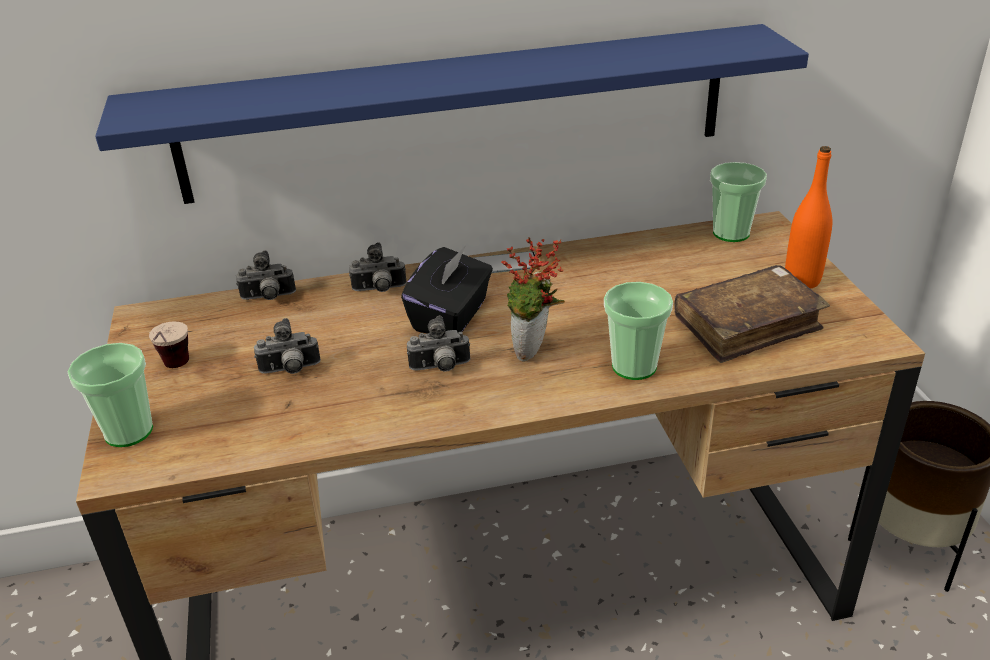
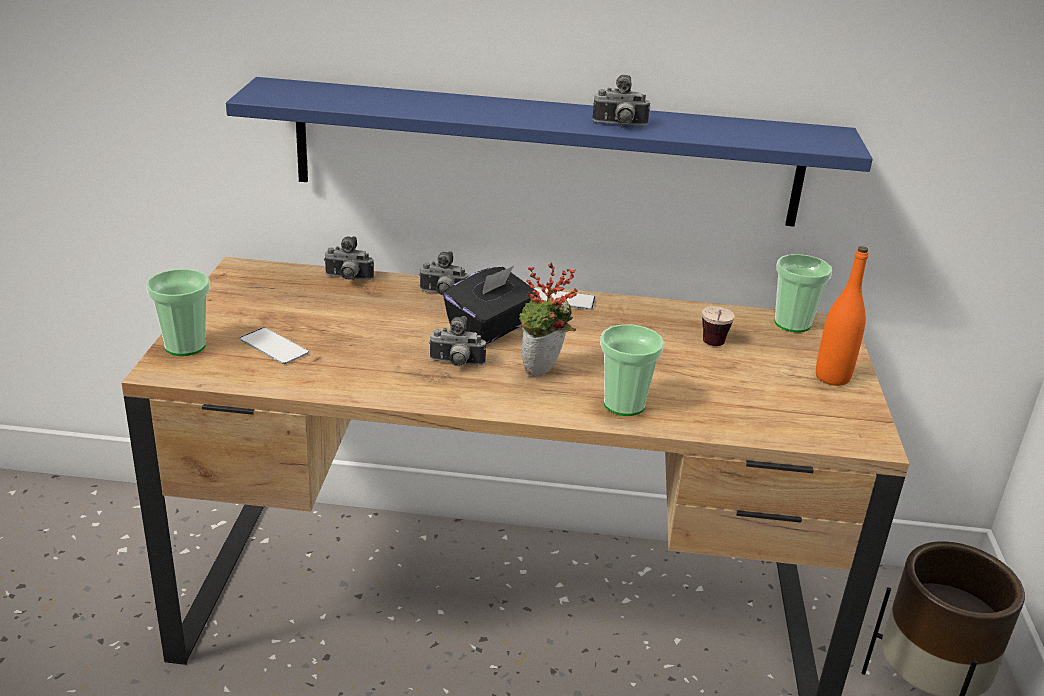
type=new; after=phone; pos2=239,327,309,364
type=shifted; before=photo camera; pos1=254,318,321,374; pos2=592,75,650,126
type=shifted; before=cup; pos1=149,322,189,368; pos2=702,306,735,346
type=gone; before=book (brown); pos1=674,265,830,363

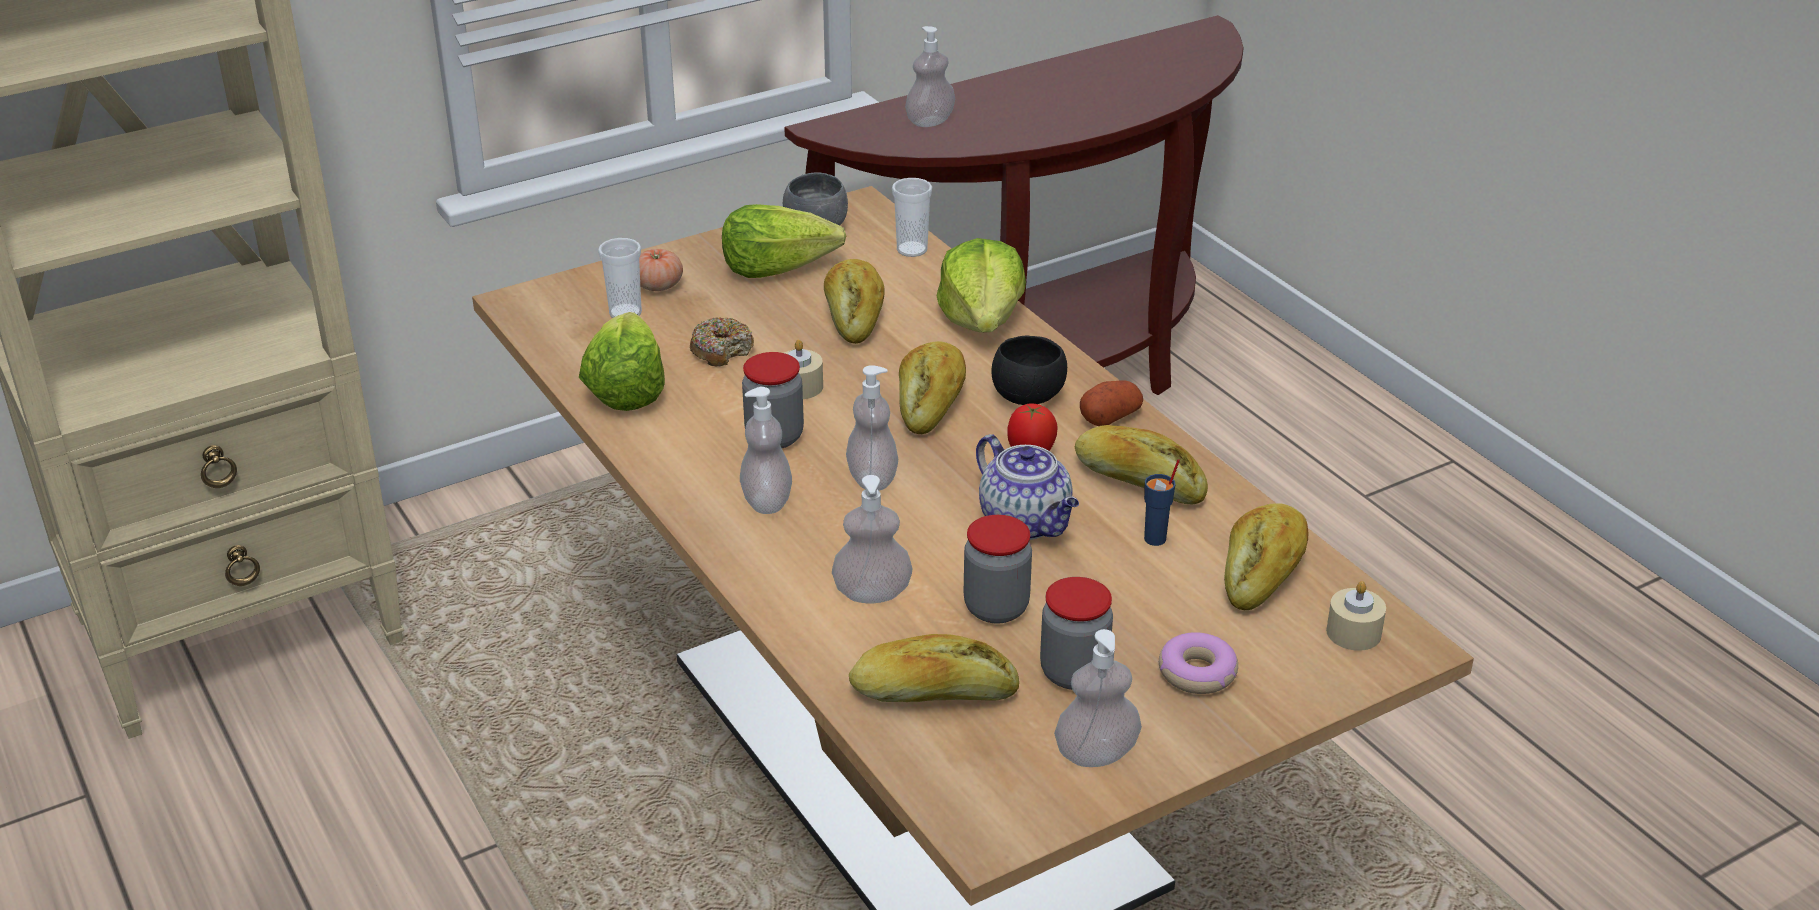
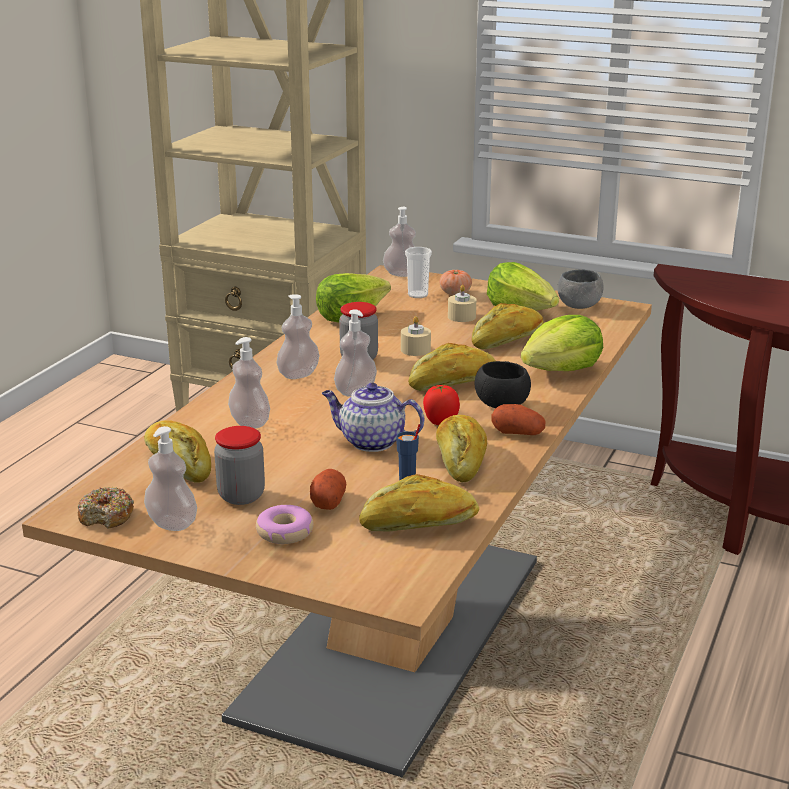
type=shifted; before=donut; pos1=690,317,754,366; pos2=78,487,134,529
type=new; after=potato; pos2=310,469,346,510
type=rotated; before=teapot; pos1=976,434,1079,540; pos2=322,383,424,452; turn=90
type=shifted; before=soap dispenser; pos1=905,26,955,127; pos2=383,207,416,277
type=shifted; before=candle (beige); pos1=1326,581,1386,651; pos2=448,285,476,322
type=gone; before=cup; pos1=892,178,932,257
type=gone; before=jar; pos1=964,515,1032,624

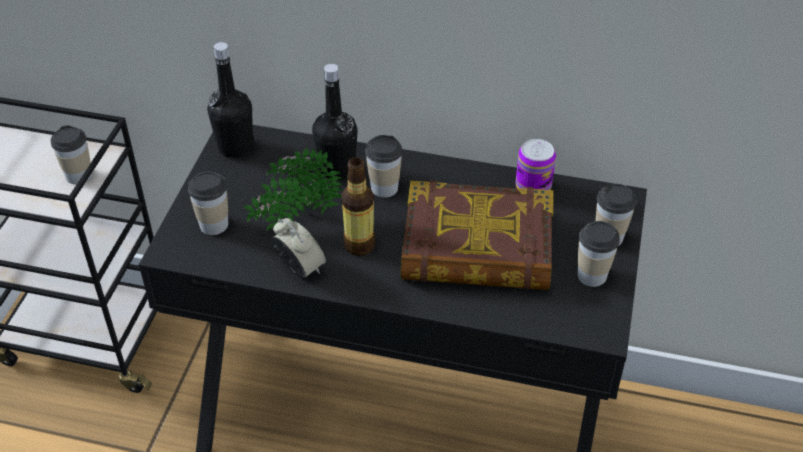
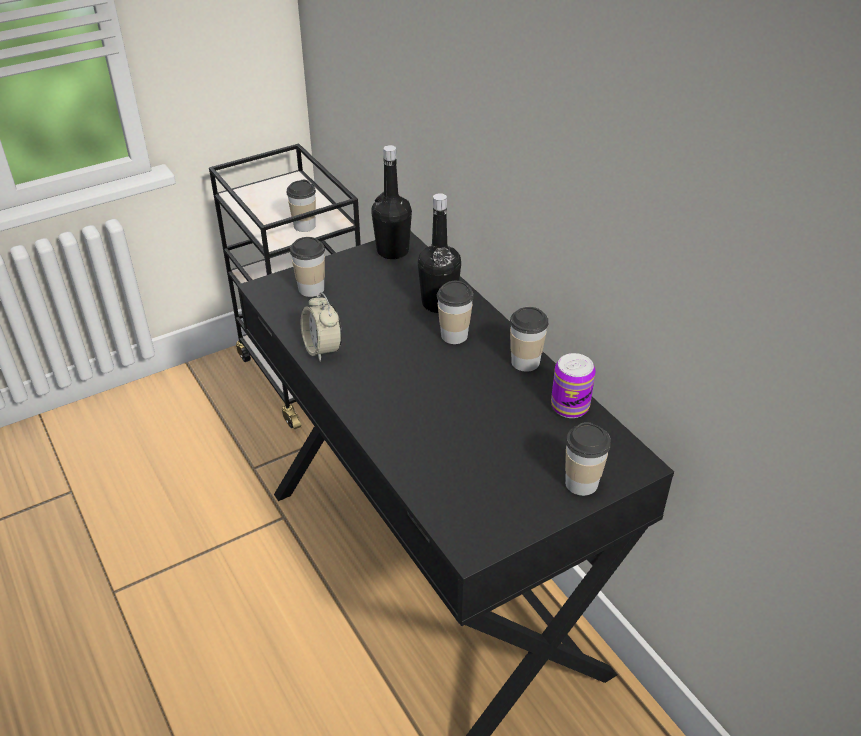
type=rotated; before=alarm clock; pos1=272,218,326,279; pos2=301,292,342,362; turn=150
type=shifted; before=cup; pos1=577,221,620,287; pos2=510,307,548,372
type=gone; before=potted plant; pos1=244,148,343,230
type=gone; before=bottle; pos1=342,158,375,256
type=gone; before=book; pos1=400,180,553,290

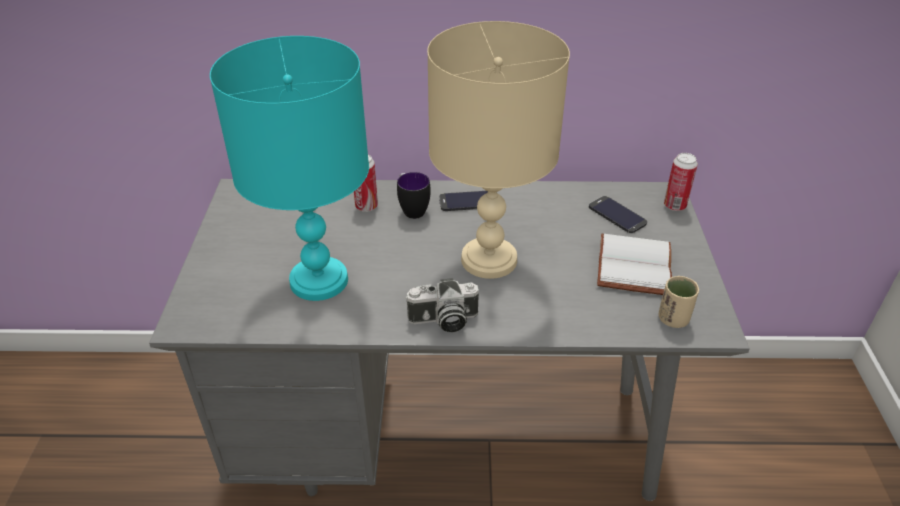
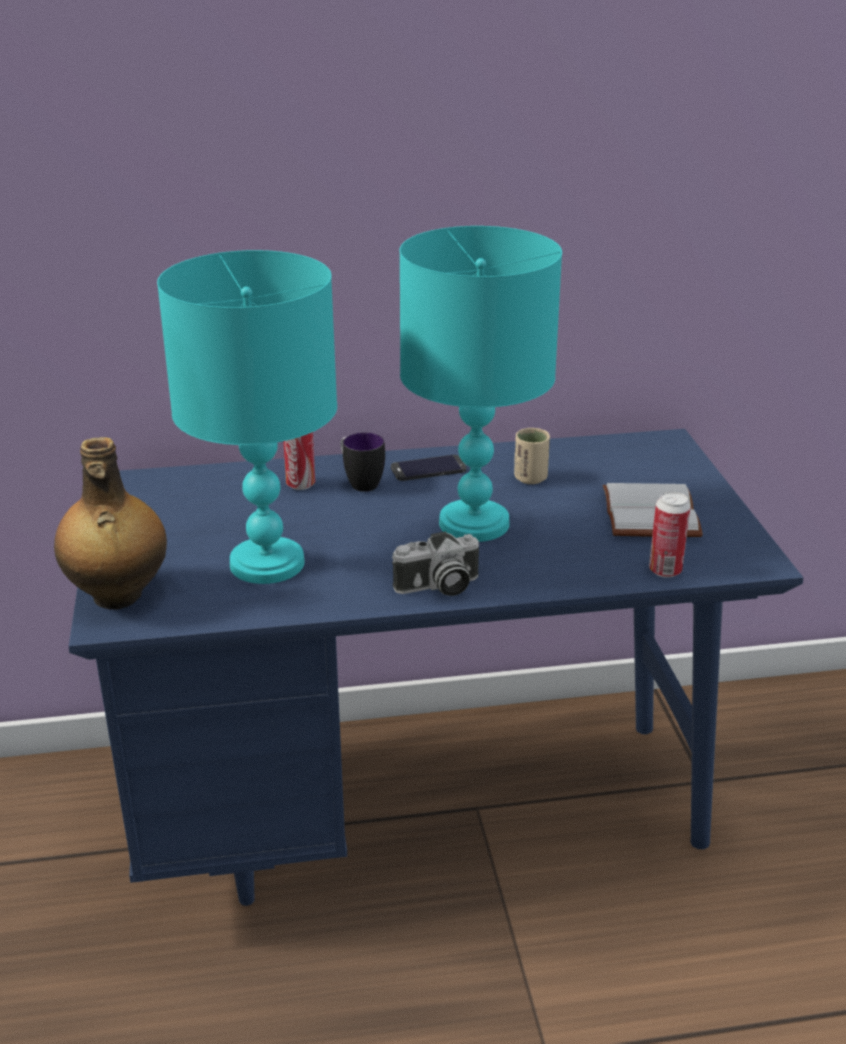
type=new; after=bottle; pos2=54,437,167,610
type=repainted; before=desk (grey); after=desk (blue); pos1=149,179,750,501; pos2=69,429,804,906
type=repainted; before=table lamp (beige); after=table lamp (turquoise); pos1=427,21,570,279; pos2=399,226,562,542
type=shifted; before=cup (beige); pos1=659,276,699,328; pos2=514,428,550,484
type=shifted; before=can; pos1=664,153,698,211; pos2=649,491,690,578
type=gone; before=phone; pos1=589,196,647,233

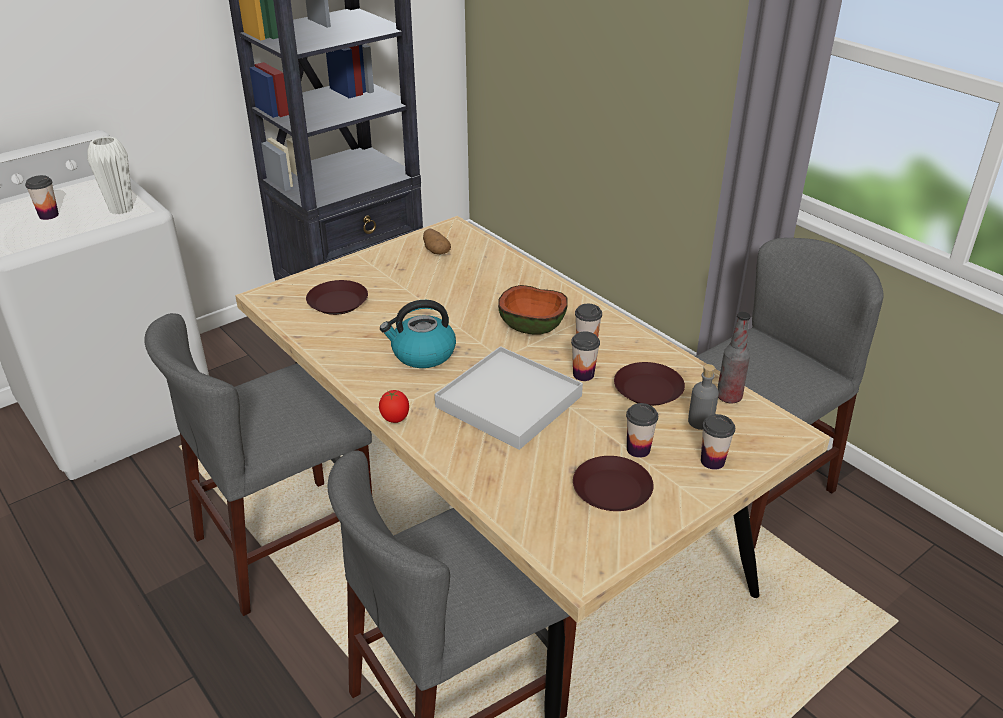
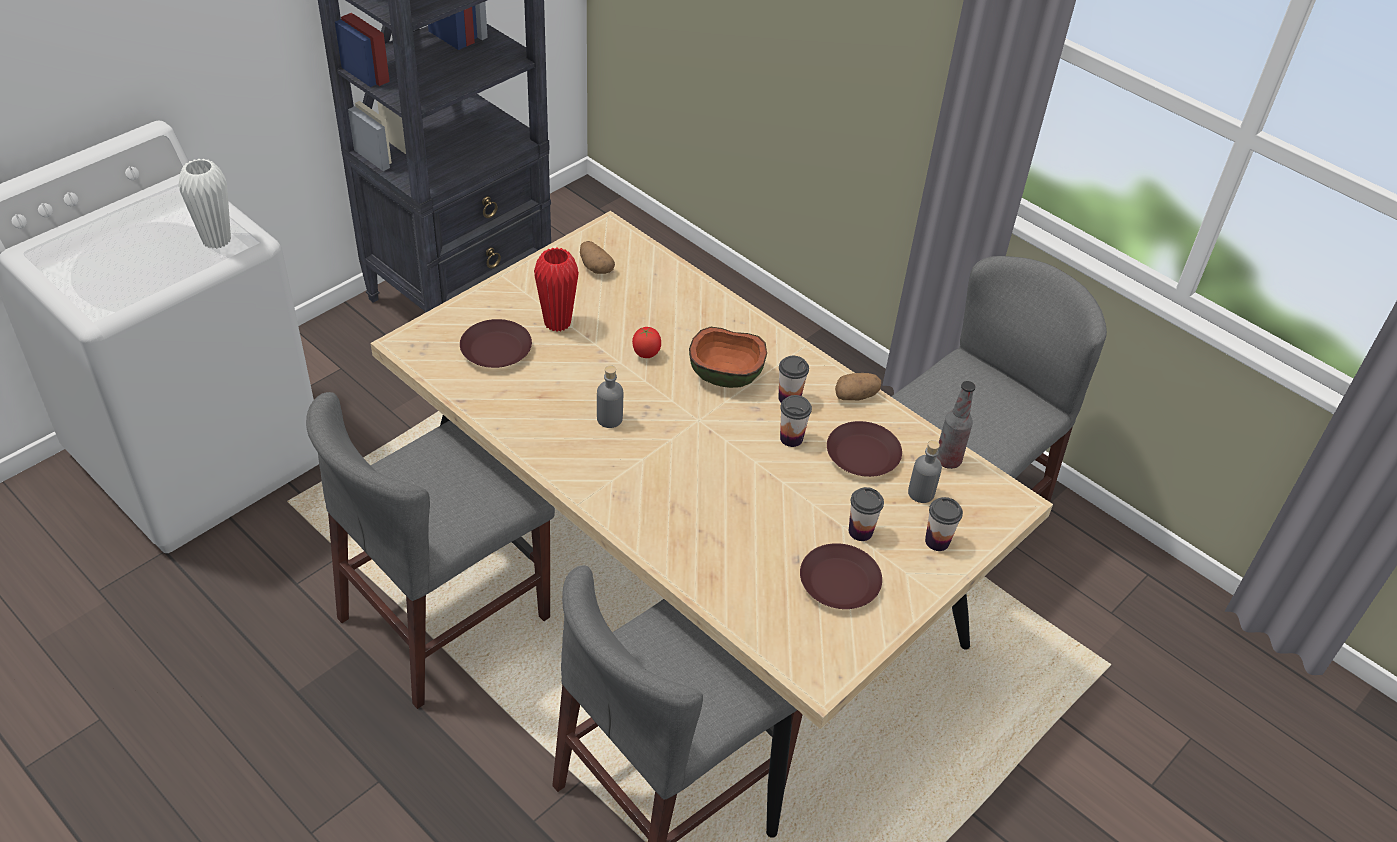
type=new; after=vase (red); pos2=534,248,579,332
type=swapped; before=kettle; after=bottle (grey); pos1=380,300,456,368; pos2=597,365,623,428
type=shifted; before=tomato; pos1=379,390,409,423; pos2=632,327,661,358
type=new; after=potato; pos2=835,373,881,401
type=gone; before=cup; pos1=25,175,59,220
type=gone; before=tray (white); pos1=435,346,583,450

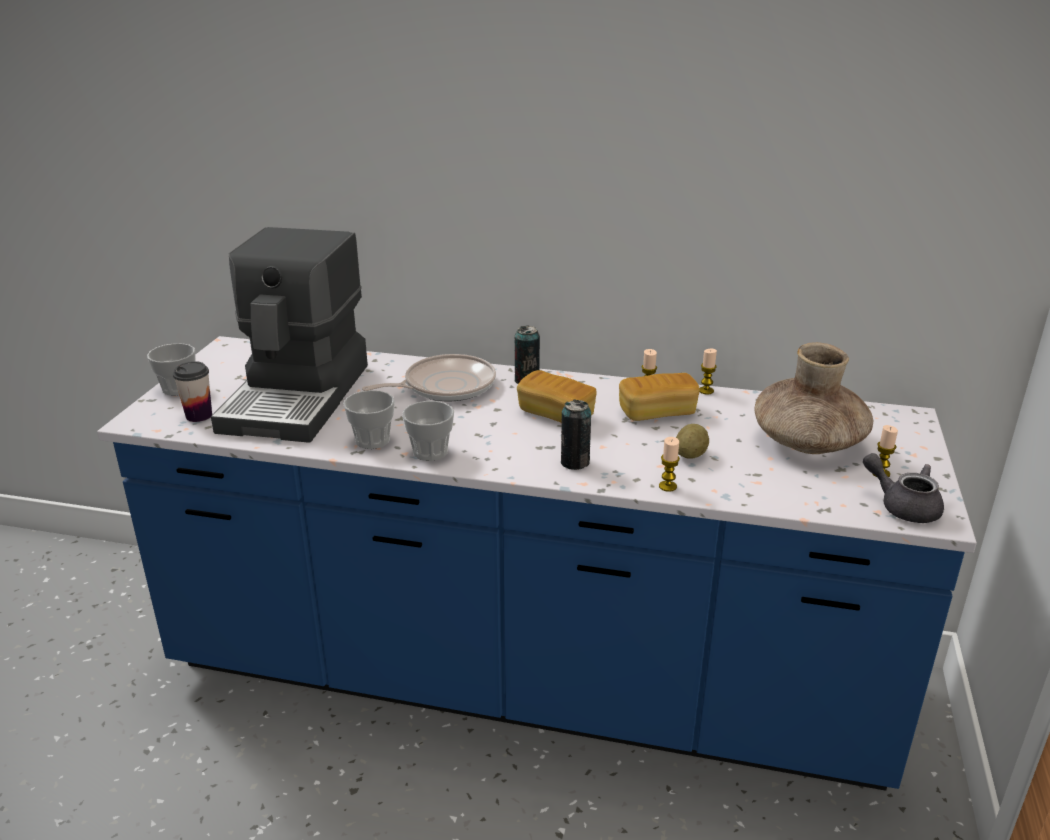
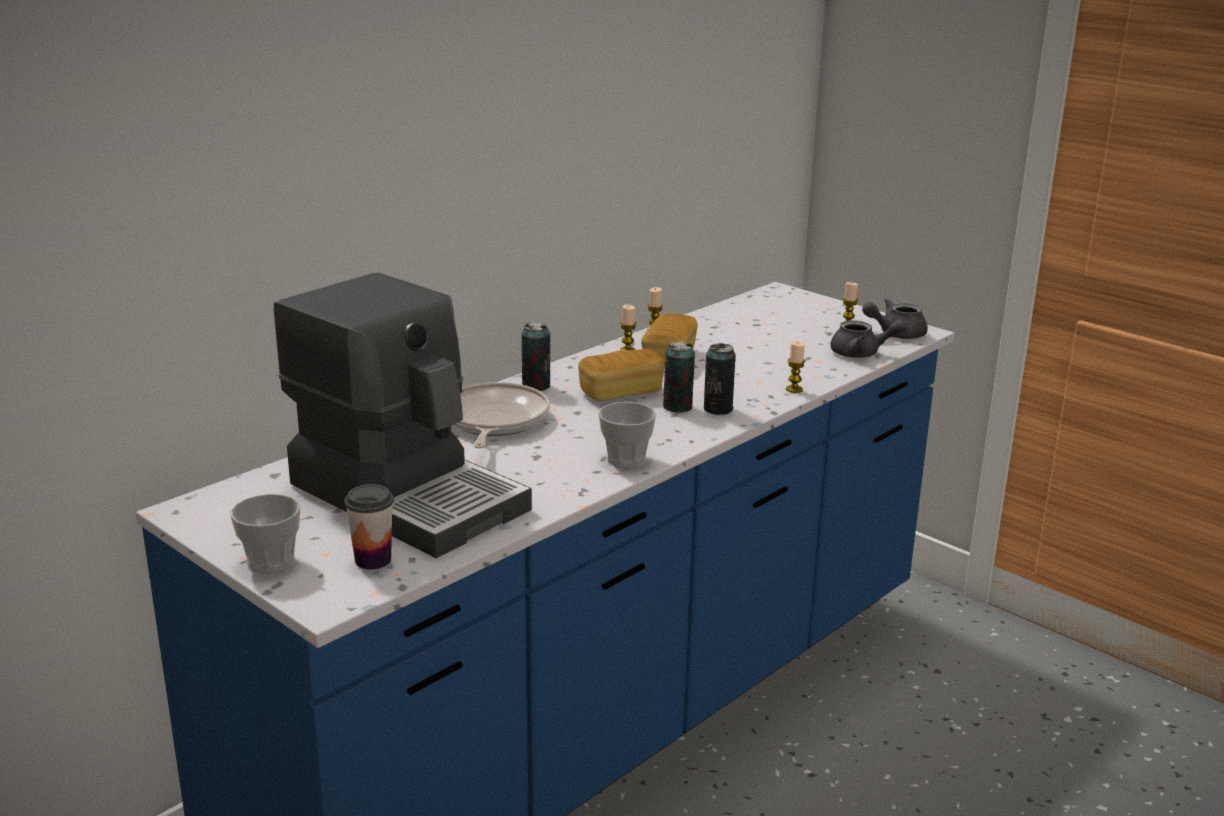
type=new; after=can; pos2=663,341,695,413
type=new; after=teapot (grey); pos2=830,320,907,358
type=gone; before=cup; pos1=343,390,395,449
type=gone; before=potato; pos1=676,424,709,458
type=gone; before=vase (brown); pos1=755,342,873,454

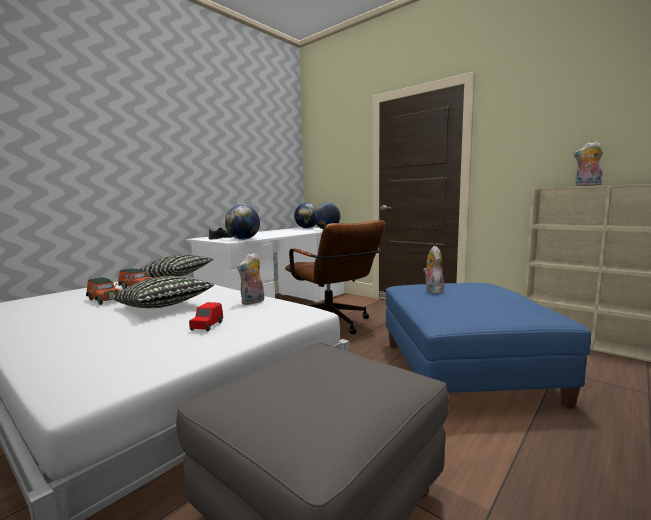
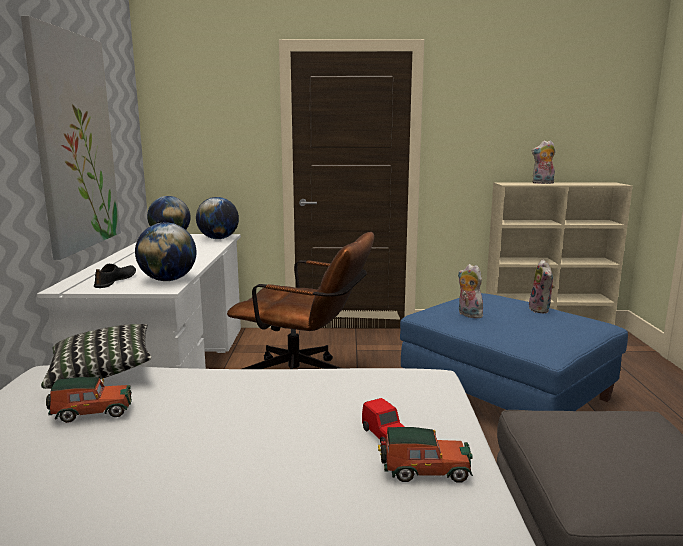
type=new; after=picture; pos2=21,16,121,260
type=shifted; before=toy car; pos1=86,277,121,305; pos2=378,427,473,482
type=shifted; before=plush toy; pos1=237,253,264,305; pos2=529,259,555,314
type=gone; before=pillow; pos1=113,276,214,308

